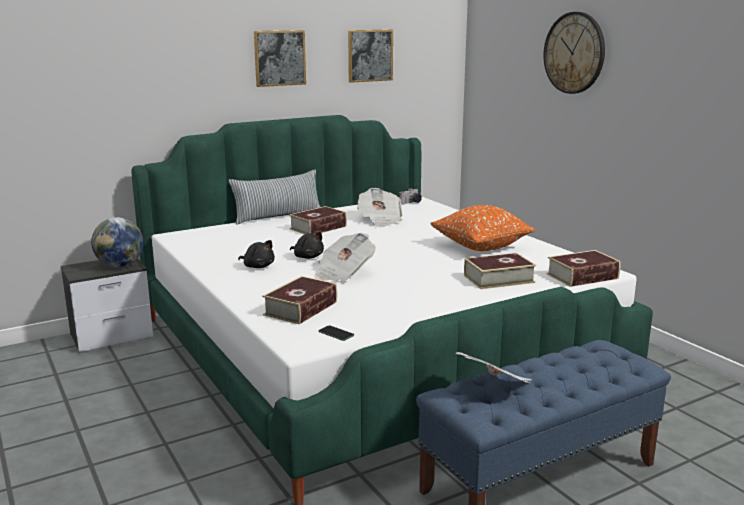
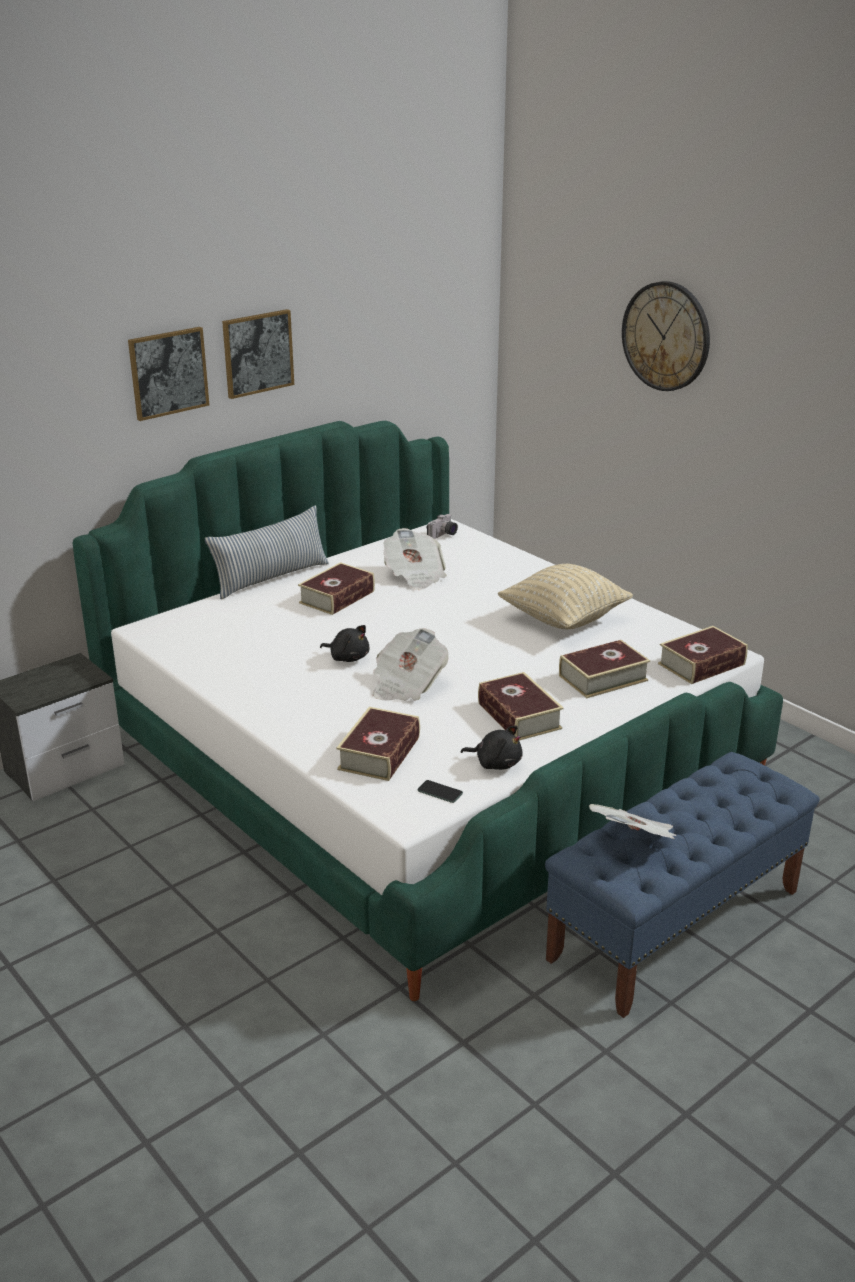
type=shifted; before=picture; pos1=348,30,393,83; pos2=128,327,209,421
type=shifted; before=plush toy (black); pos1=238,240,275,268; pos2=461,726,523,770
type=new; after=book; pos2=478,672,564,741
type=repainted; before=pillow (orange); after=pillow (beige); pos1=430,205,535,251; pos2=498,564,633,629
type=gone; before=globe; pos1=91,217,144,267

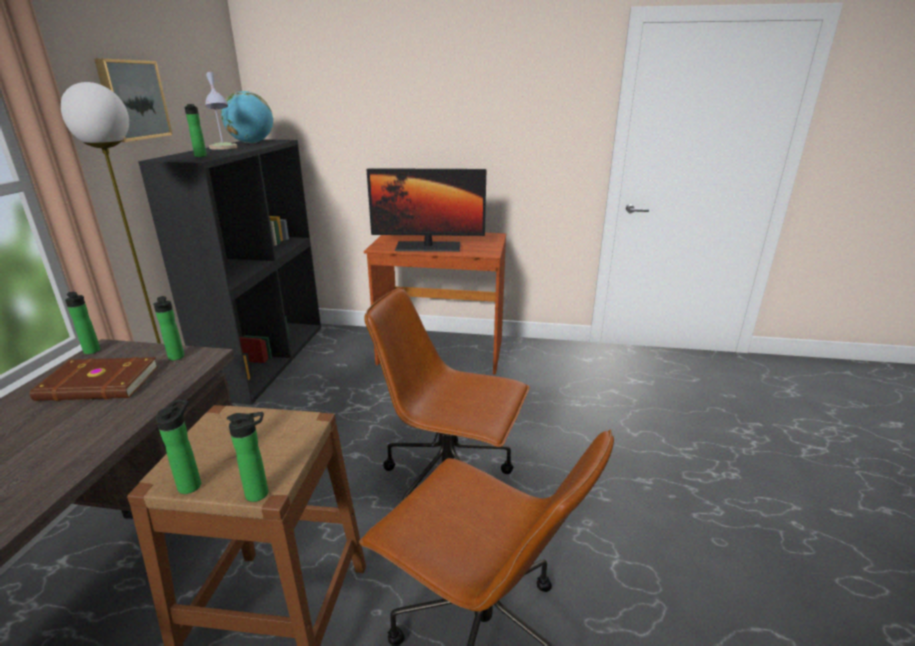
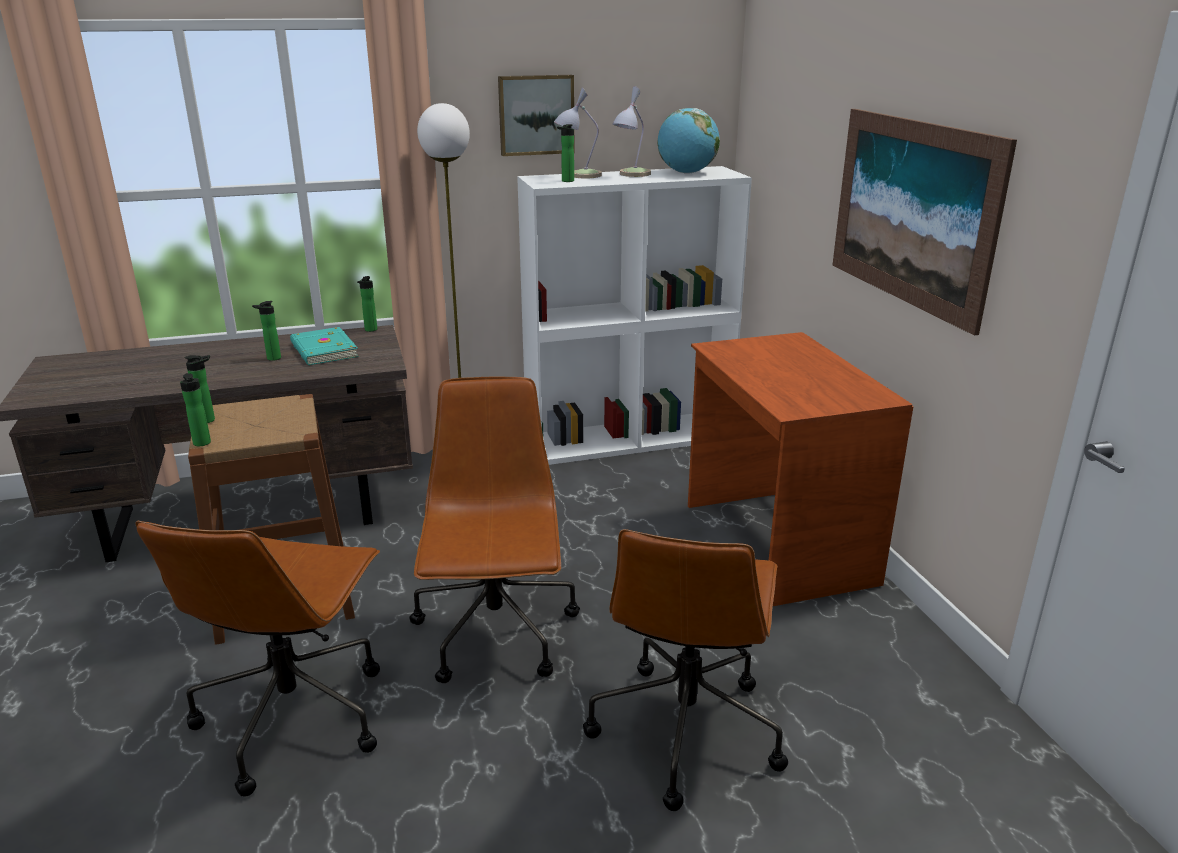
type=shifted; before=bottle; pos1=153,296,184,360; pos2=252,301,281,361
type=repainted; before=book (brown); after=book (turquoise); pos1=30,357,158,401; pos2=290,327,359,365
type=repainted; before=bookcase (black); after=bookcase (white); pos1=138,139,321,405; pos2=517,166,752,465
type=new; after=table lamp; pos2=554,87,602,178
type=new; after=office chair (brown); pos2=583,529,788,811
type=new; after=picture; pos2=832,109,1017,335
type=gone; before=monitor; pos1=367,168,486,252

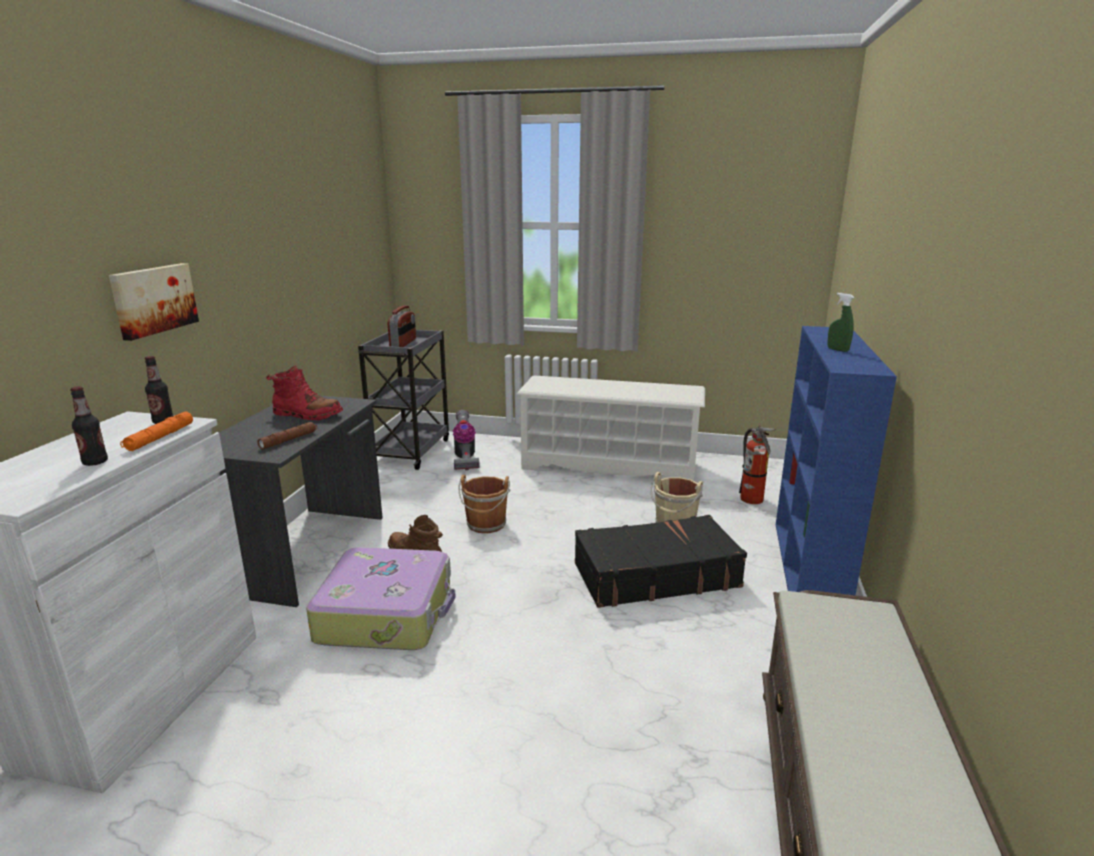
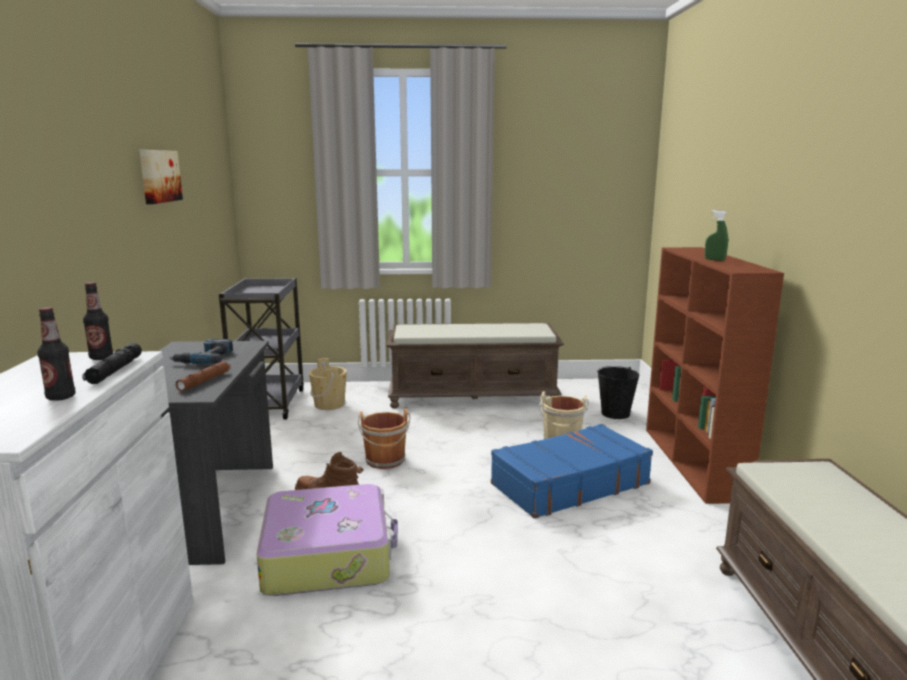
type=repainted; before=flashlight (orange); after=flashlight (black); pos1=120,411,193,451; pos2=82,343,142,384
type=shifted; before=picture; pos1=109,263,199,341; pos2=139,150,183,204
type=swapped; before=boot (red); after=power drill; pos1=266,366,343,420; pos2=169,339,233,364
type=swapped; before=vacuum cleaner; after=bucket (beige); pos1=452,410,479,470; pos2=309,358,347,410
type=swapped; before=shoe rack (white); after=bench (brown); pos1=516,375,705,481; pos2=387,323,564,409
type=repainted; before=suitcase (black); after=suitcase (blue); pos1=575,515,747,608; pos2=491,424,653,519
type=swapped; before=fire extinguisher; after=bucket (black); pos1=739,426,776,504; pos2=597,366,639,419
type=repainted; before=bookcase (blue); after=bookcase (brown); pos1=776,326,897,595; pos2=646,247,784,504
type=gone; before=radio; pos1=388,305,416,347

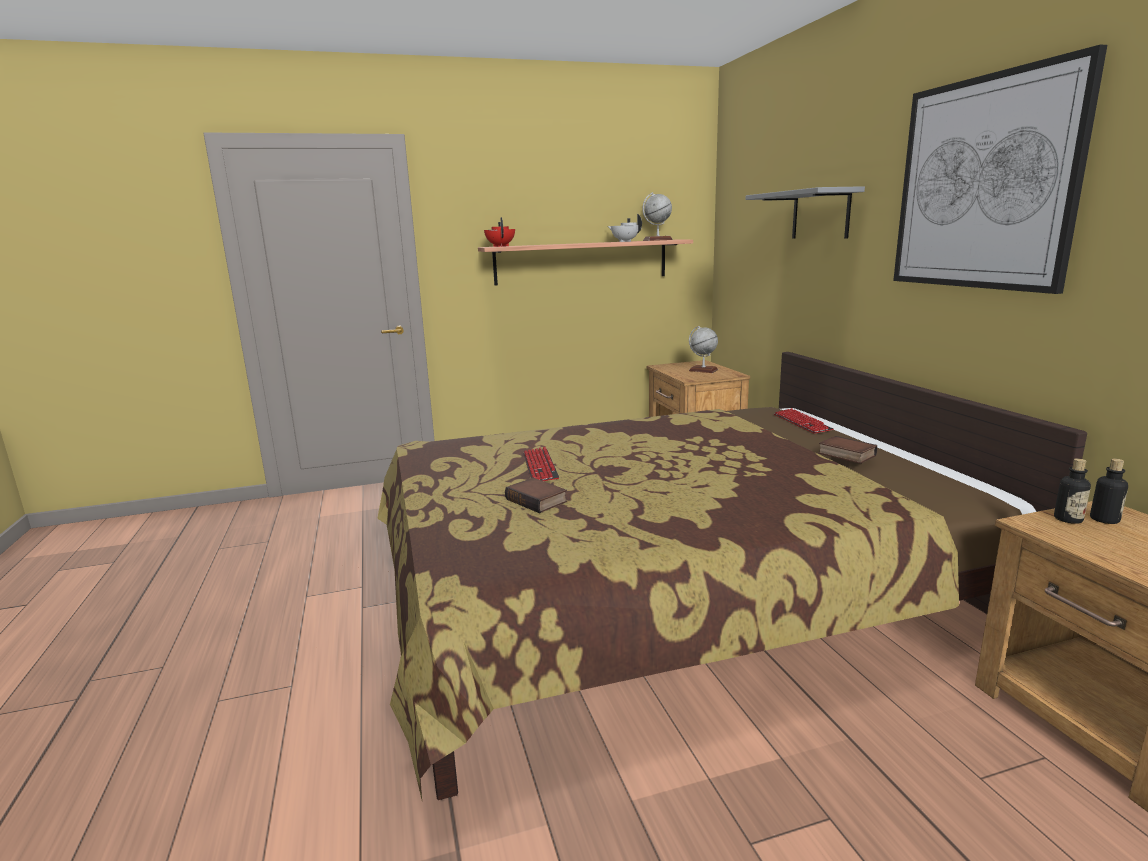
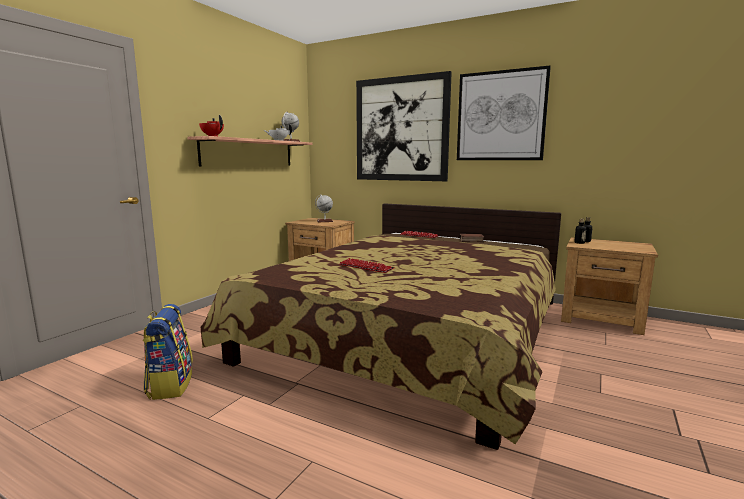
type=new; after=backpack; pos2=143,304,193,400
type=swapped; before=shelf (grey); after=picture; pos1=746,186,865,239; pos2=356,71,452,181
type=gone; before=book; pos1=505,478,567,513

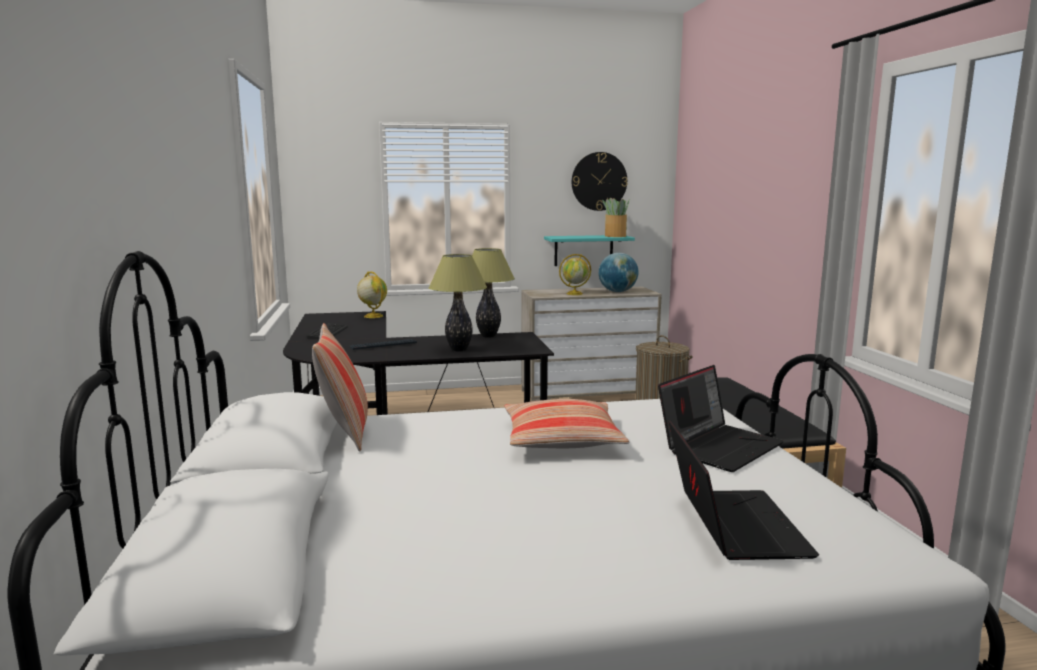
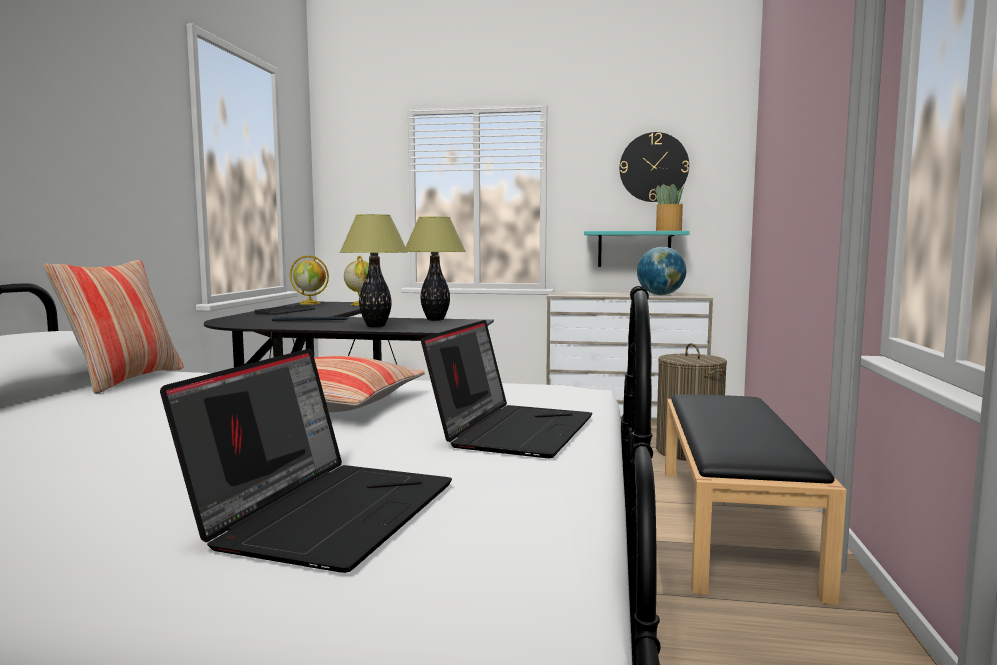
type=shifted; before=globe; pos1=559,254,591,295; pos2=290,255,329,305
type=rotated; before=laptop; pos1=658,365,784,472; pos2=421,320,593,458; turn=-45

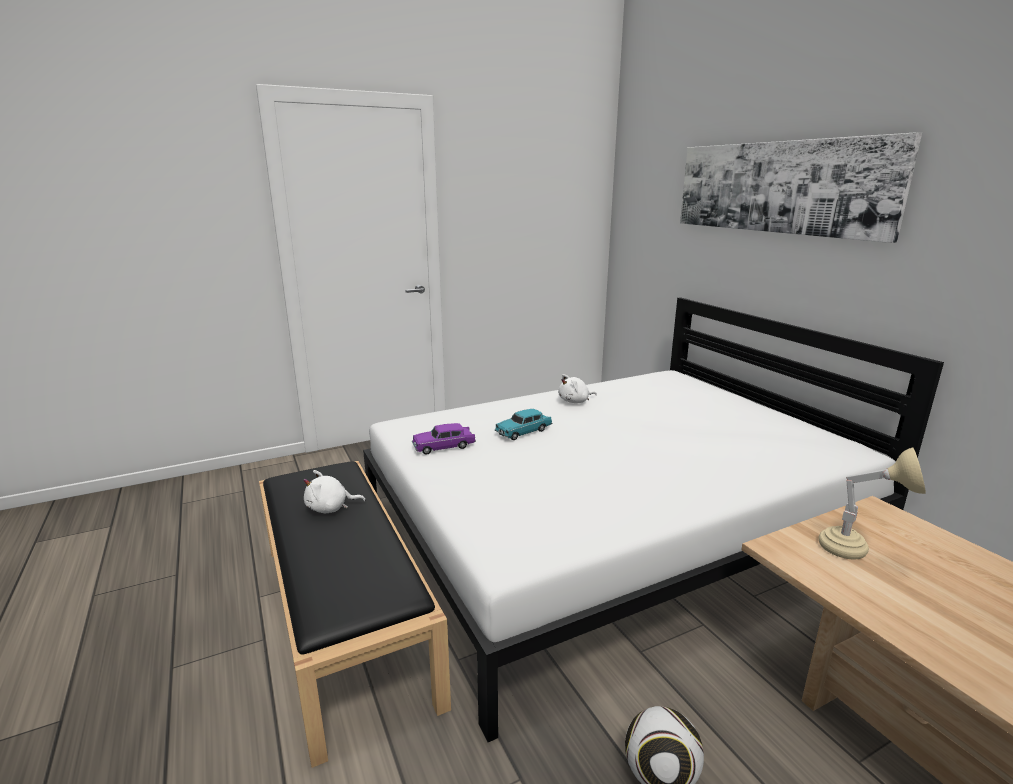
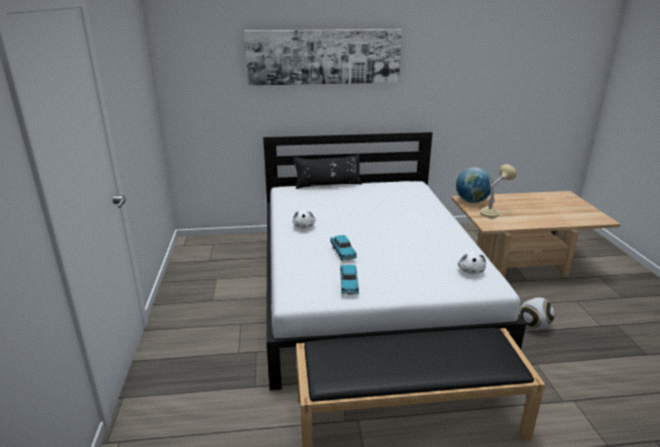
type=new; after=pillow (black); pos2=293,154,362,189
type=repainted; before=toy car (purple); after=toy car (turquoise); pos1=412,423,476,455; pos2=340,265,359,295
type=new; after=globe; pos2=456,167,493,203
type=shifted; before=plush toy (white); pos1=303,470,366,513; pos2=458,251,486,274

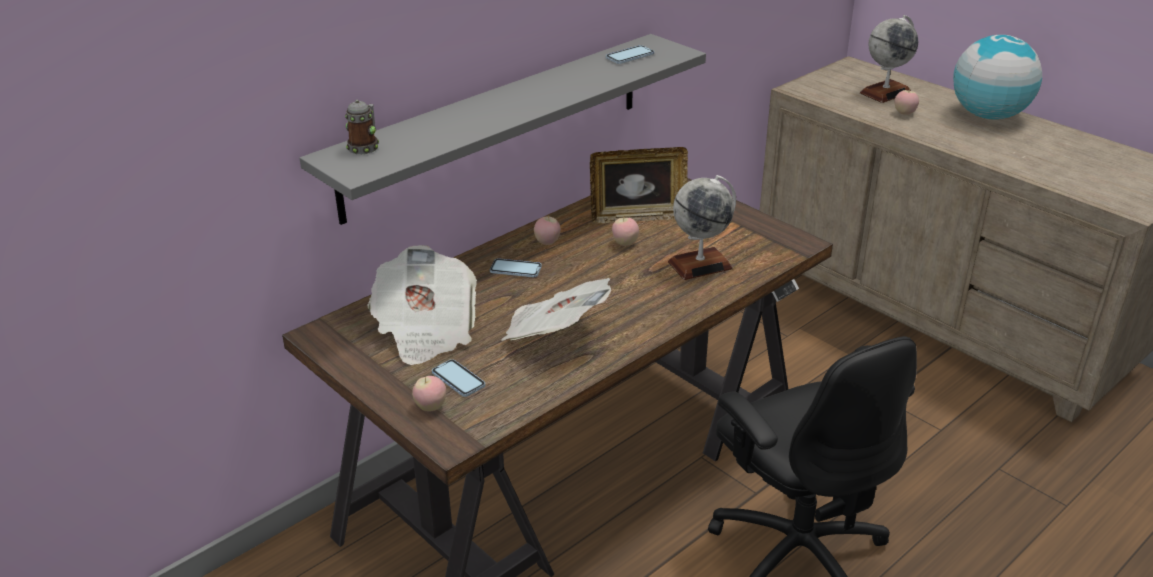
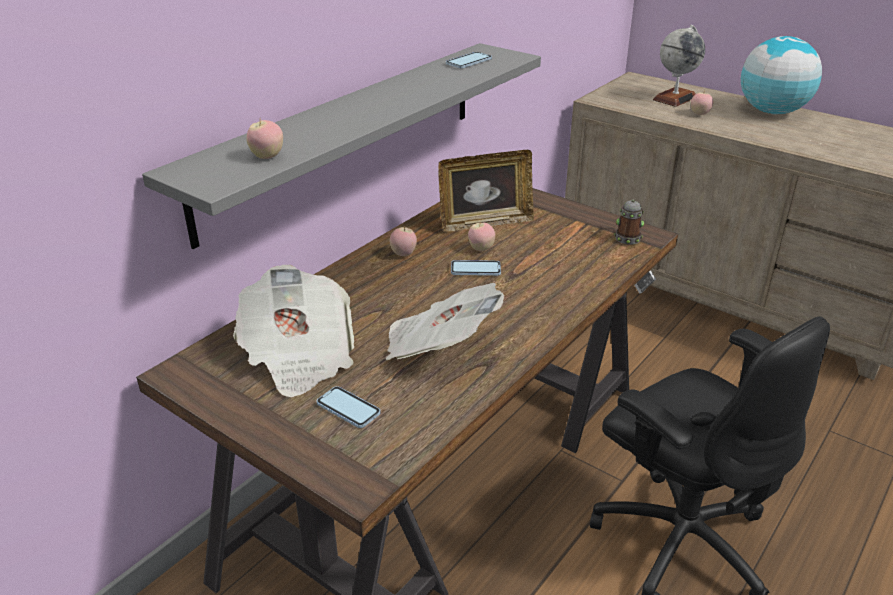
type=shifted; before=apple; pos1=412,376,446,412; pos2=246,119,283,159
type=shifted; before=phone; pos1=490,258,542,277; pos2=451,260,501,276
type=shifted; before=mug; pos1=345,100,379,154; pos2=614,199,644,244
type=gone; before=globe; pos1=668,175,736,280

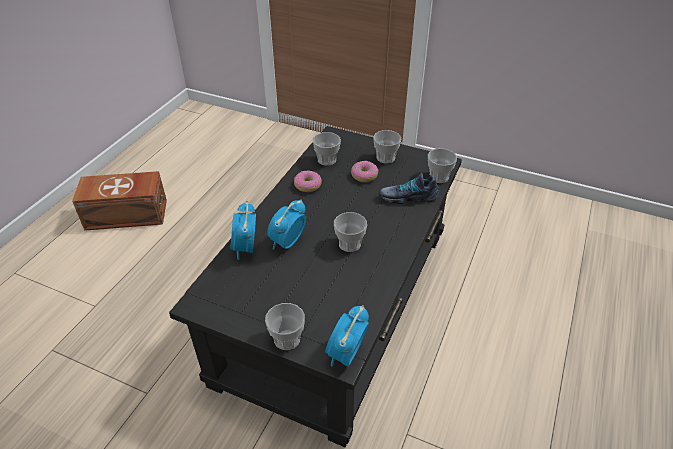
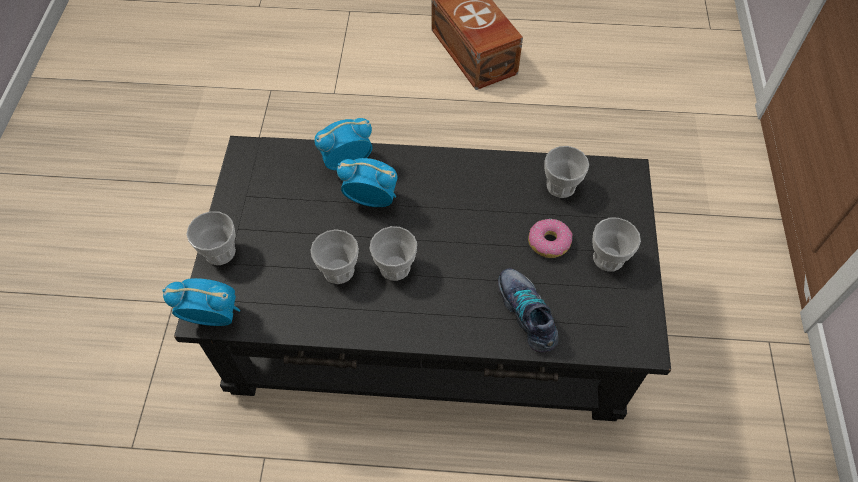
type=shifted; before=cup; pos1=428,148,457,183; pos2=310,229,359,284
type=gone; before=donut; pos1=294,171,322,192

